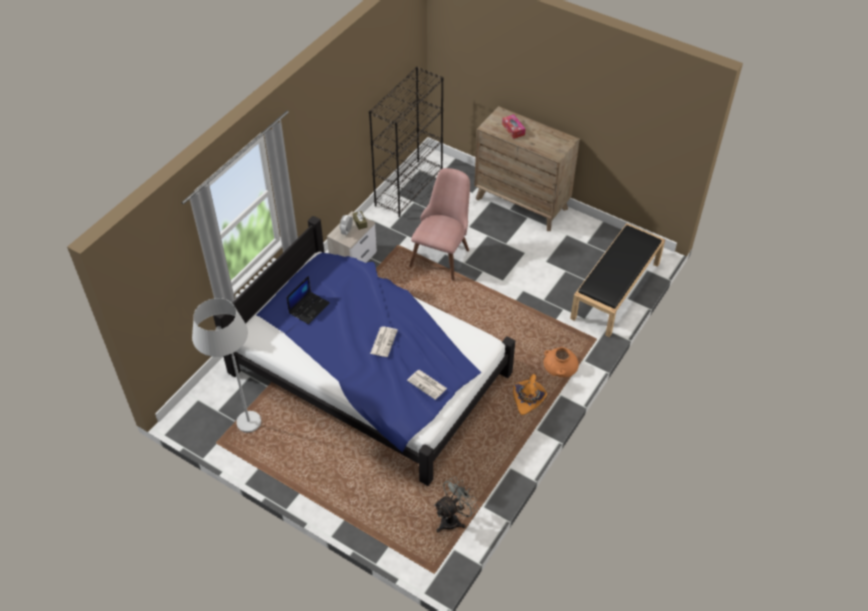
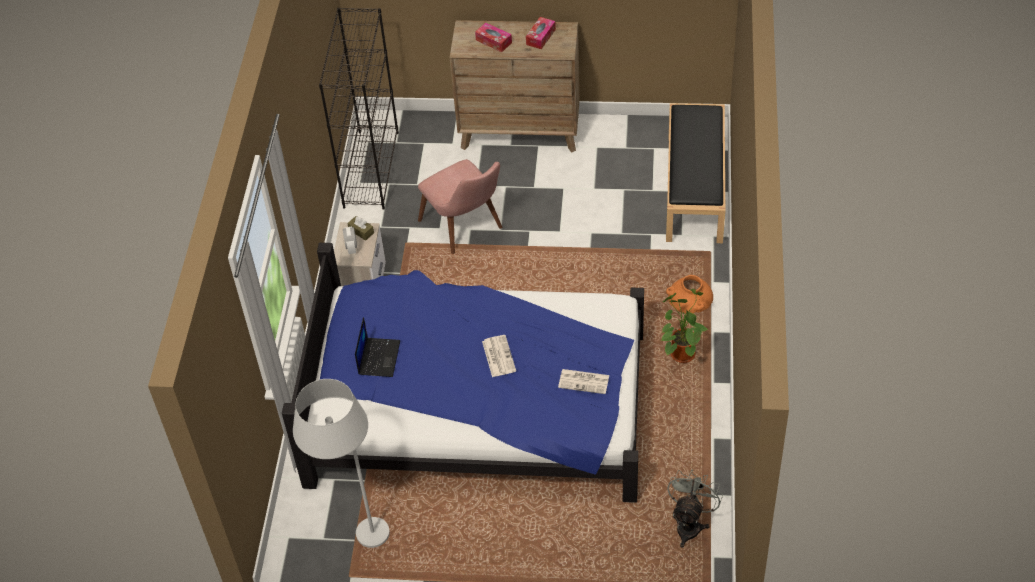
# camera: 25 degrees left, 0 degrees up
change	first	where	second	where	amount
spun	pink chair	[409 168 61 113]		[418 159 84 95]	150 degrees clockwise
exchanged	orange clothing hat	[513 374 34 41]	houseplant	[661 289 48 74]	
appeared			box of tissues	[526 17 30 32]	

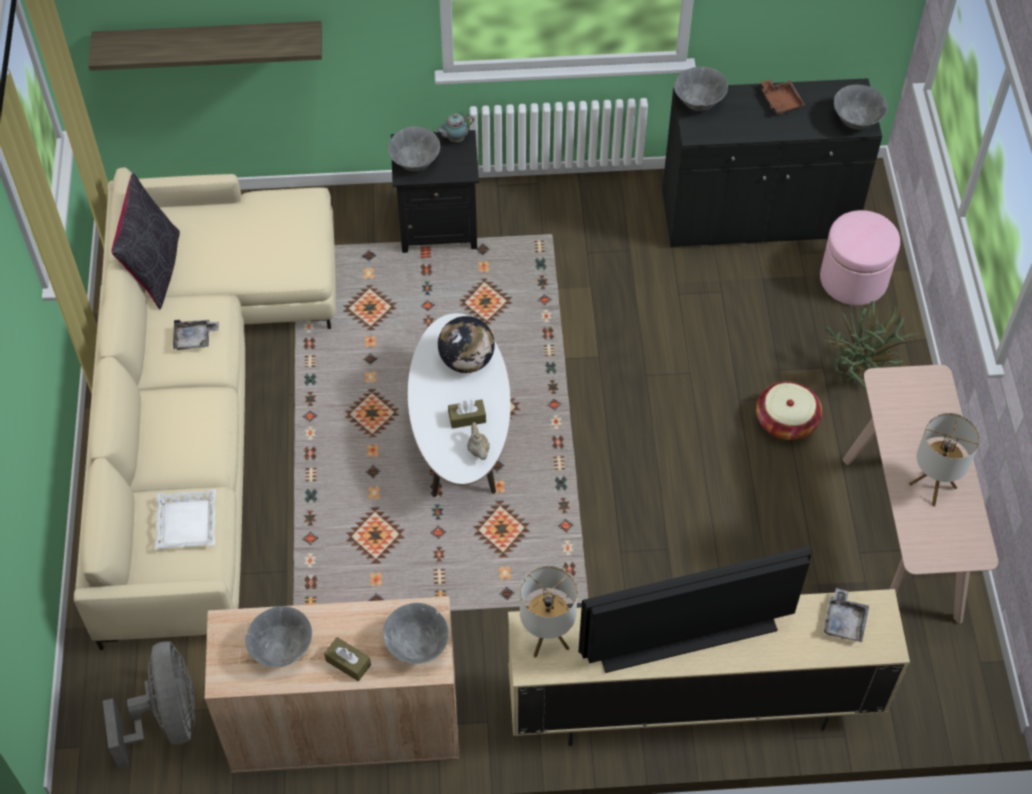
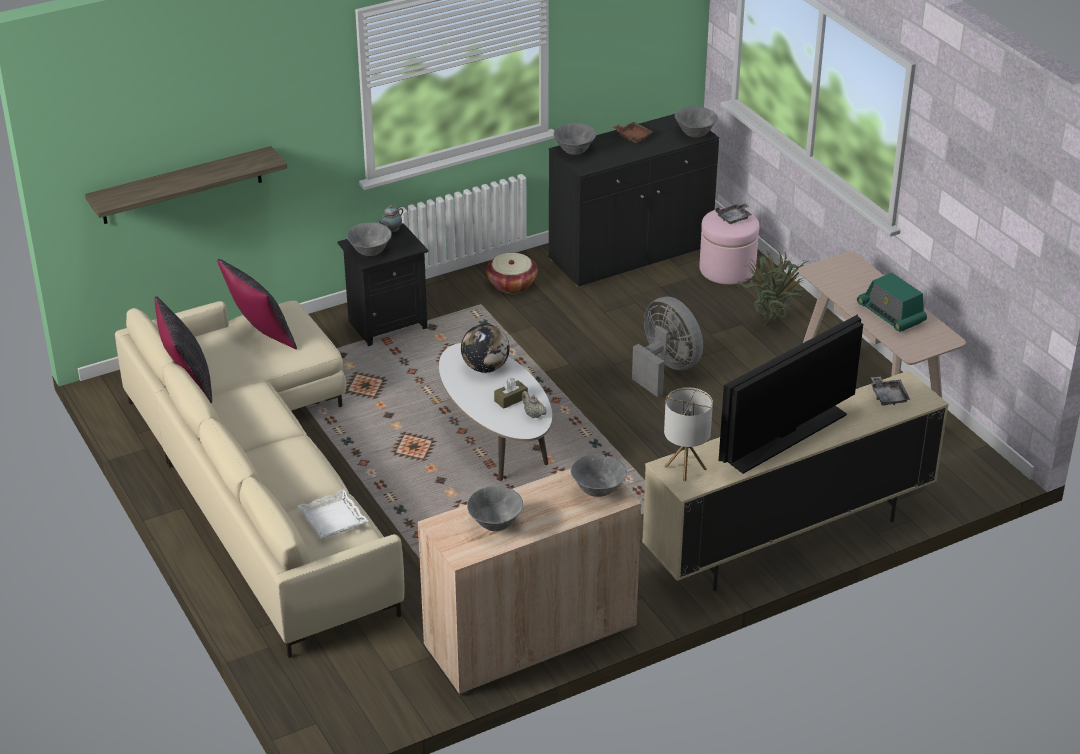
# camera: 25 degrees left, 20 degrees down
change	first	where	second	where	amount
relocated	greyish electric fan	[103 641 92 128]		[632 297 71 100]	
relocated	greyish tray	[173 320 46 30]		[716 203 36 21]	
missing	brown box of tissues	[324 637 47 44]			
relocated	basket	[756 381 66 59]		[486 253 52 40]	
exchanged	tabletop lamp	[909 413 71 94]	radio set	[857 273 70 59]	
appeared			black-coloured cushion	[217 259 80 90]	

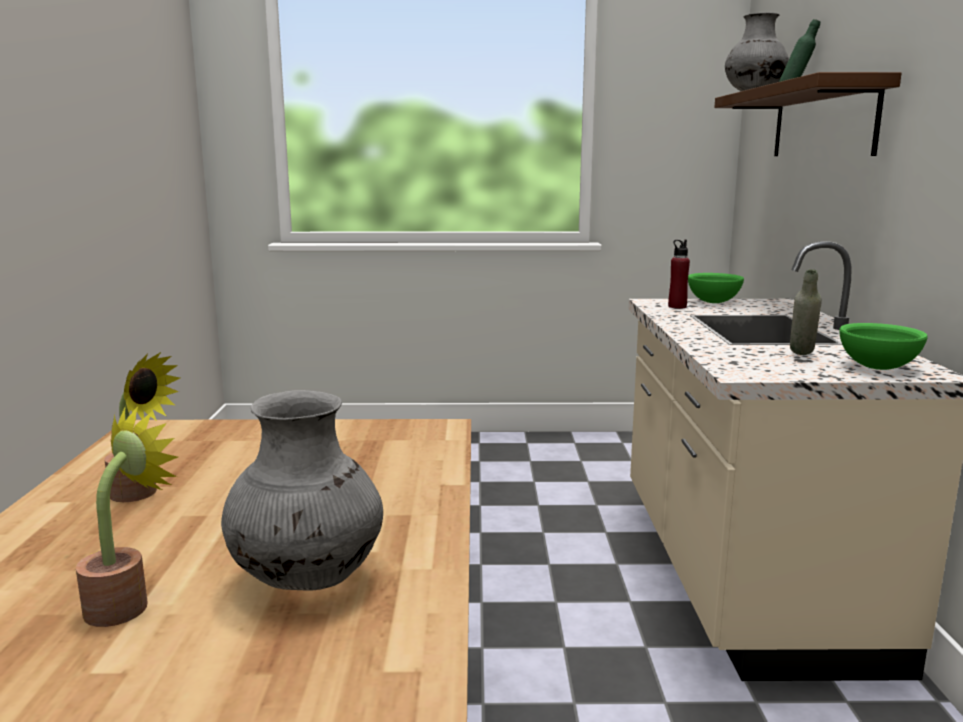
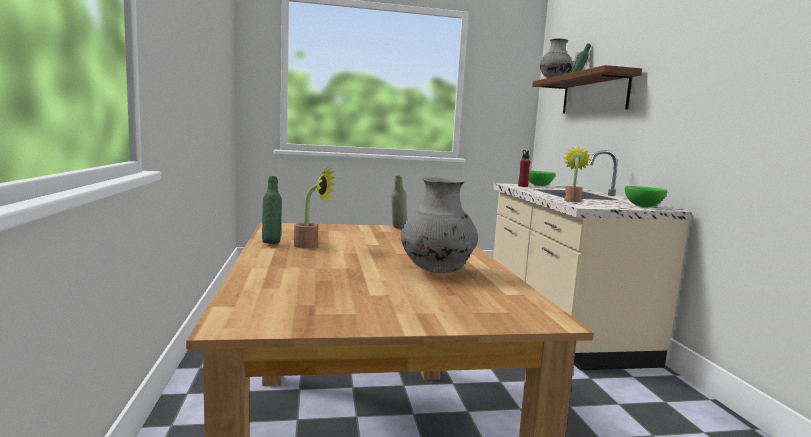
# camera: 10 degrees left, 5 degrees down
change	first	where	second	where	amount
relocated	houseplant	[76 405 102 222]		[564 147 27 55]	
relocated	greyish bottle	[790 269 32 86]		[391 176 16 53]	
appeared			green bottle	[262 176 20 68]	

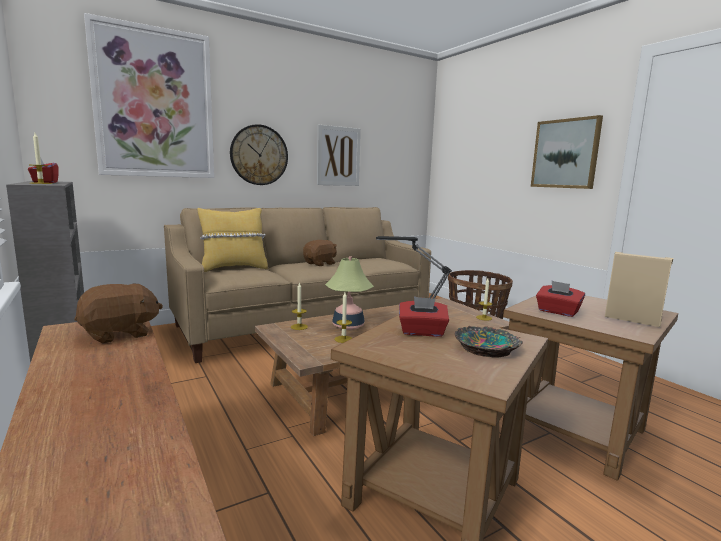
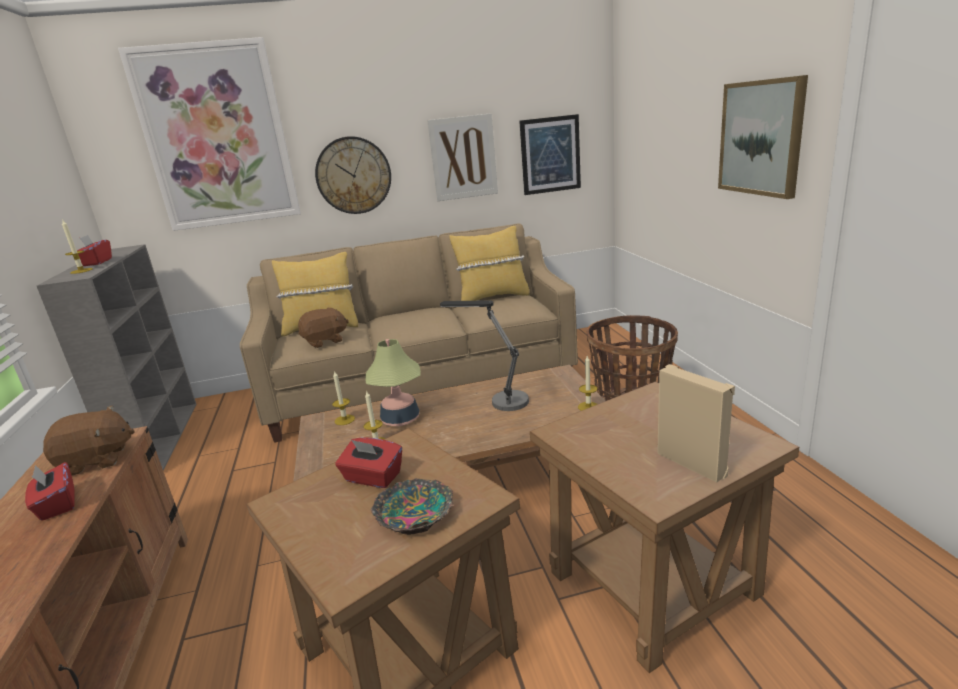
# camera: 20 degrees right, 10 degrees up
change	first	where	second	where	amount
relocated	brown cuddly toy	[303 240 34 26]		[298 307 51 41]	
relocated	reddish box of tissues	[536 281 49 36]		[25 462 50 58]	
appeared			yellow cushion	[449 226 81 75]	
appeared			picture	[519 114 62 81]	

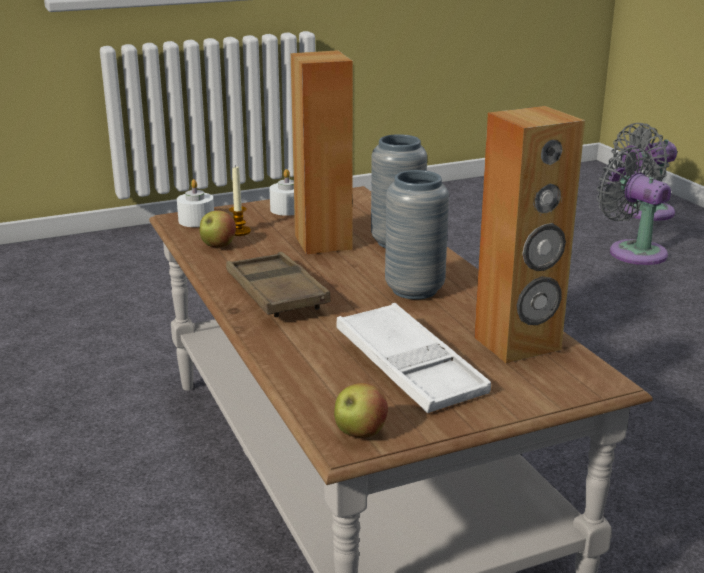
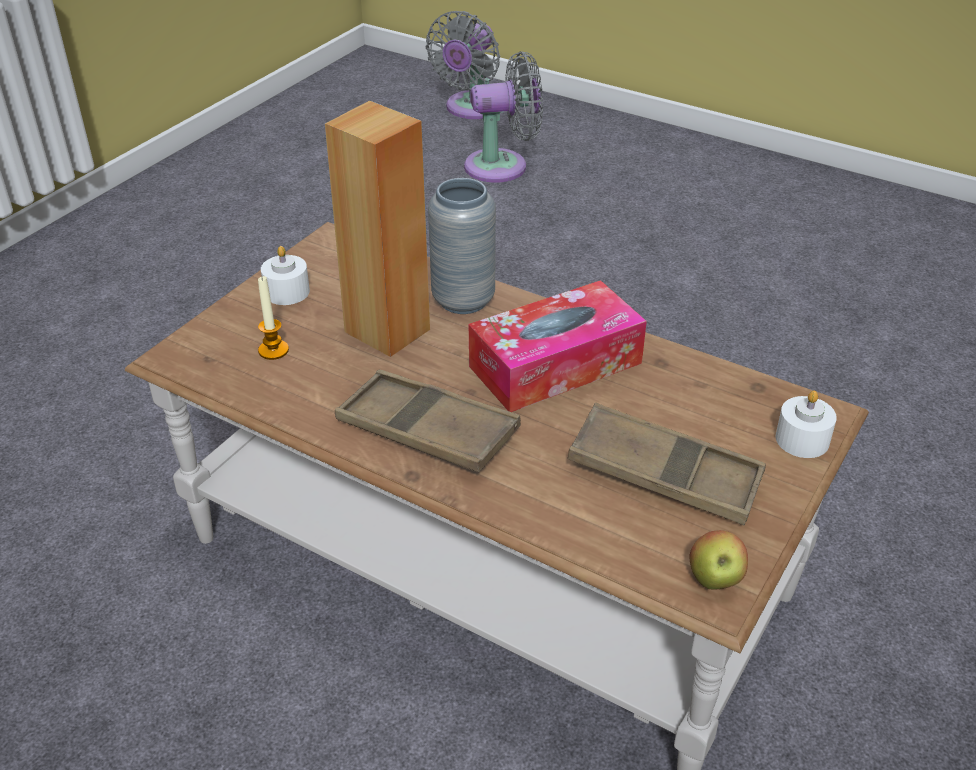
# camera: 35 degrees left, 15 degrees up
change	first	where	second	where	amount
relocated	white-coloured wax light	[177 179 37 48]		[776 391 61 67]	
missing	apple	[200 210 36 37]			
colour	white-coloured tray	[336 303 155 110]	brown tray	[567 403 199 122]	
exchanged	greyish flower vase	[385 170 64 130]	box of tissues	[469 280 178 132]	
missing	brown speaker	[474 106 111 257]			
spun	greyish electric fan	[597 147 74 118]		[464 51 79 132]	150 degrees clockwise

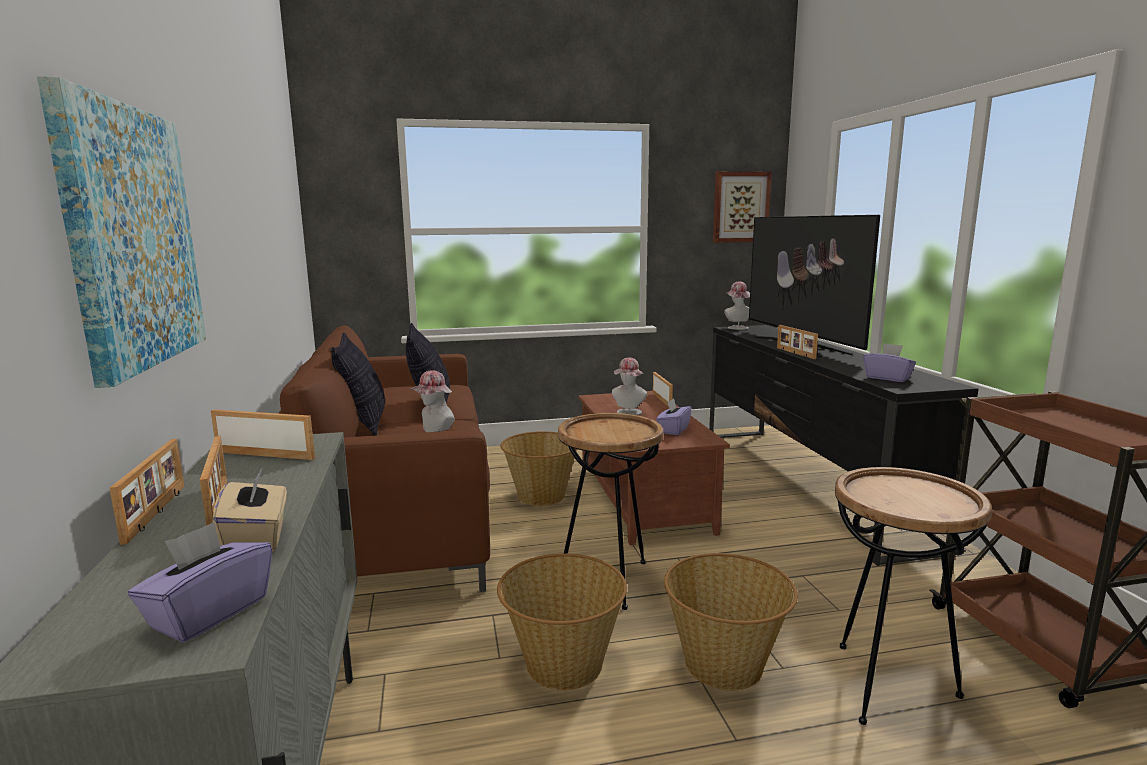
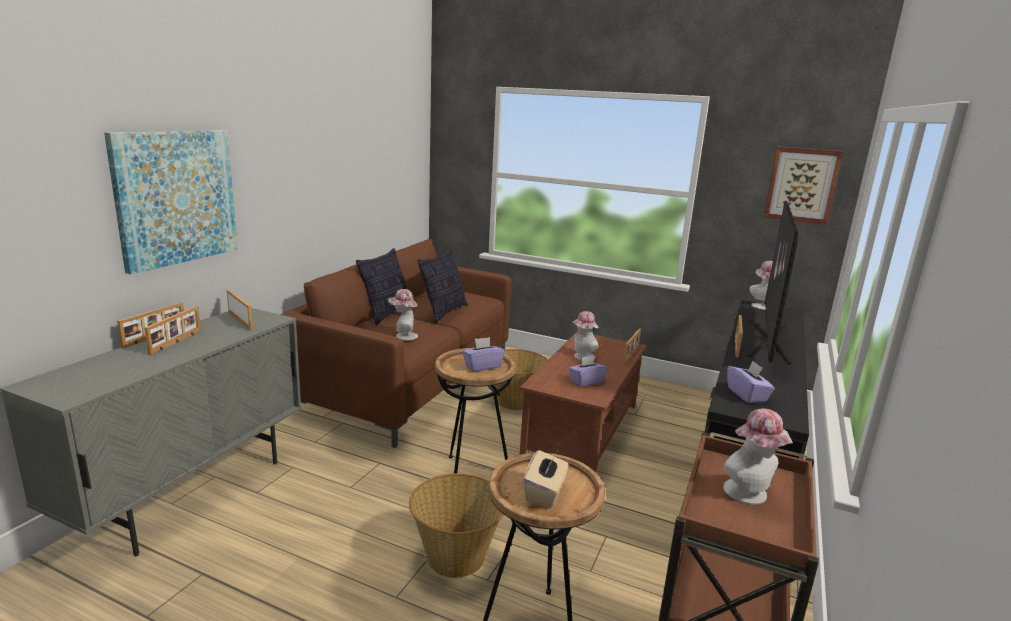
# camera: 35 degrees right, 5 degrees up
change	first	where	second	where	amount
relocated	purplish box of tissues	[128 522 144 121]		[462 337 43 34]	
relocated	beige-coloured box of tissues	[213 467 74 85]		[523 450 46 57]	
missing	basket	[497 553 130 137]			
appeared			clothing hat	[723 408 70 97]	

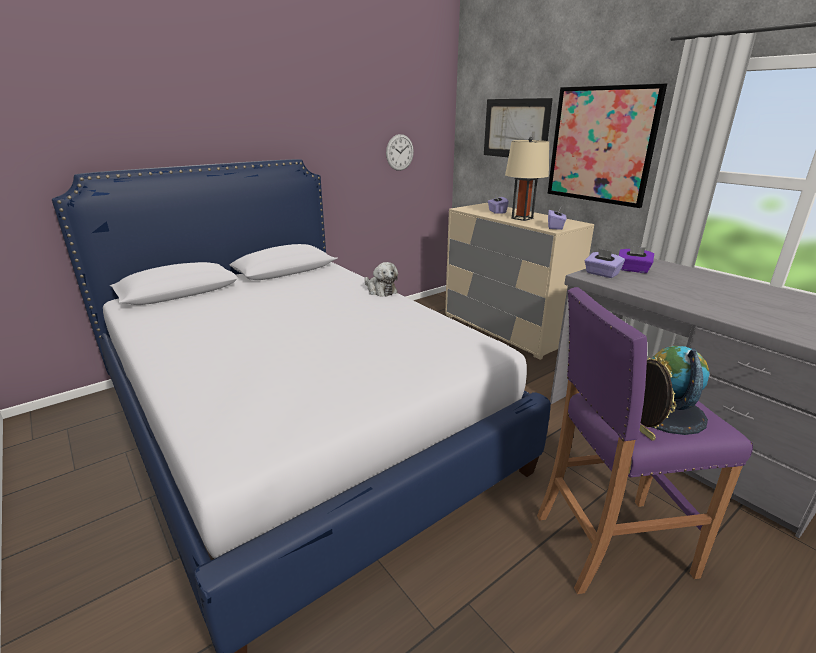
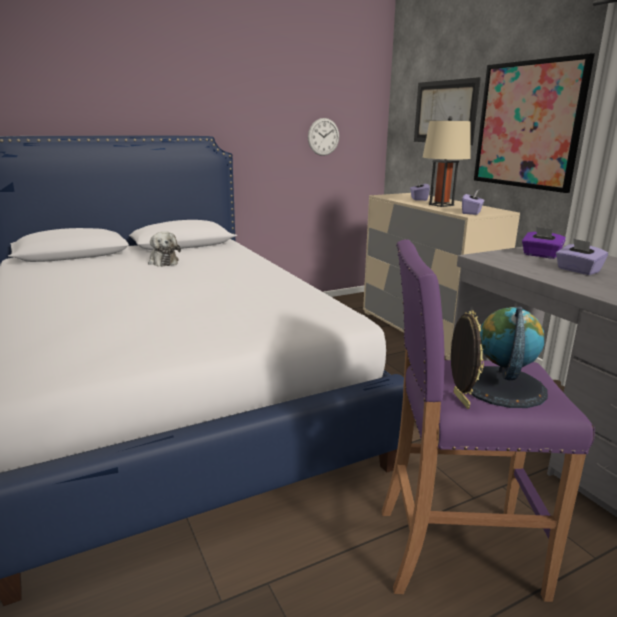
# camera: 10 degrees right, 5 degrees down
change	first	where	second	where	amount
relocated	cuddly toy	[364 262 34 35]		[148 231 33 36]	
relocated	purplish box of tissues	[585 249 40 29]		[556 238 52 37]	

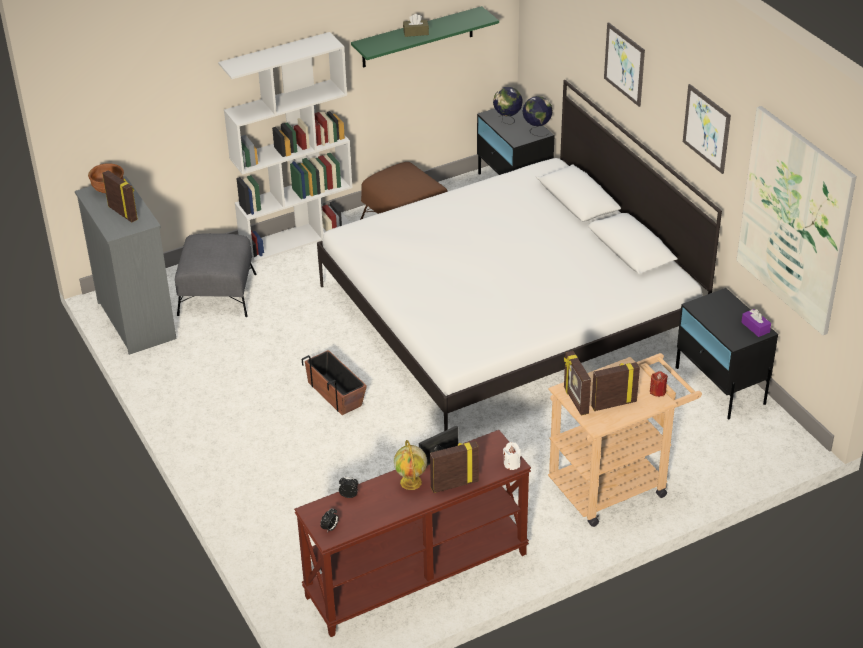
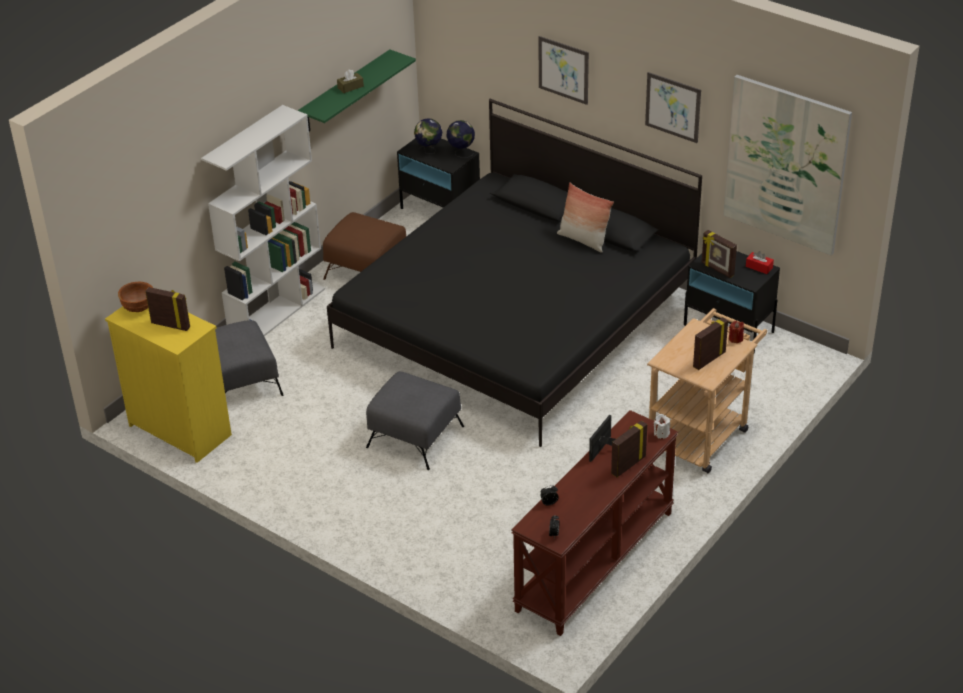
# camera: 25 degrees left, 0 degrees up
change	first	where	second	where	amount
colour	greyish drawer chest	[75 176 102 179]	yellow drawer chest	[105 306 127 157]	
exchanged	plant pot	[302 350 65 65]	greyish footrest	[366 371 98 99]	
colour	white-coloured bed	[317 80 405 351]	black-coloured bed	[327 99 375 348]	
missing	globe	[394 440 33 50]			
relocated	standing frame	[564 351 27 65]		[702 230 35 48]	
colour	purplish box of tissues	[741 309 30 28]	reddish box of tissues	[746 251 28 23]	
appeared			cushion	[557 182 57 71]	

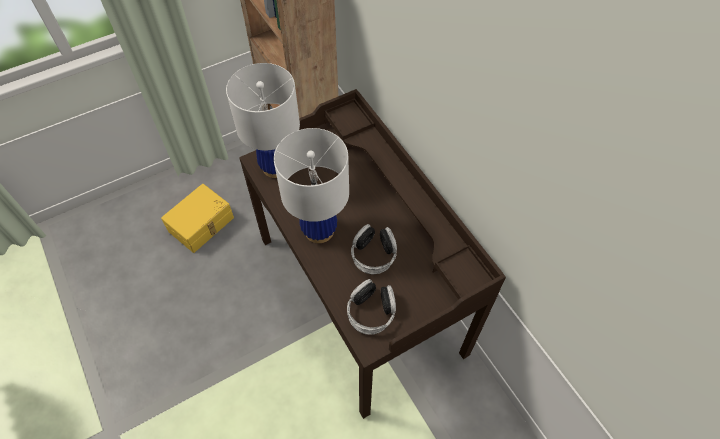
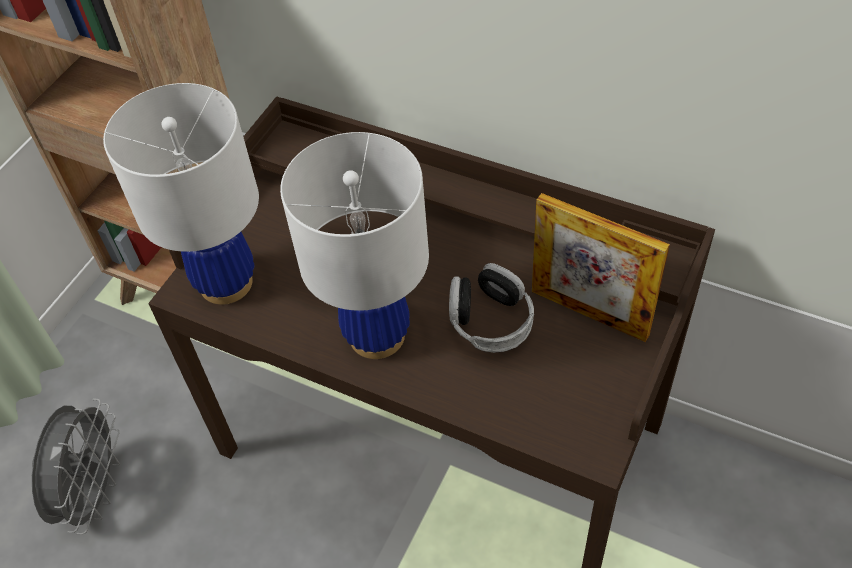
# camera: 30 degrees left, 5 degrees down
change	first	where	second	where	amount
exchanged	yellow storage box	[161 184 73 69]	greyish electric fan	[32 399 88 136]	
missing	pair of headphones	[347 279 49 55]			
appeared			standing frame	[532 193 138 149]	

